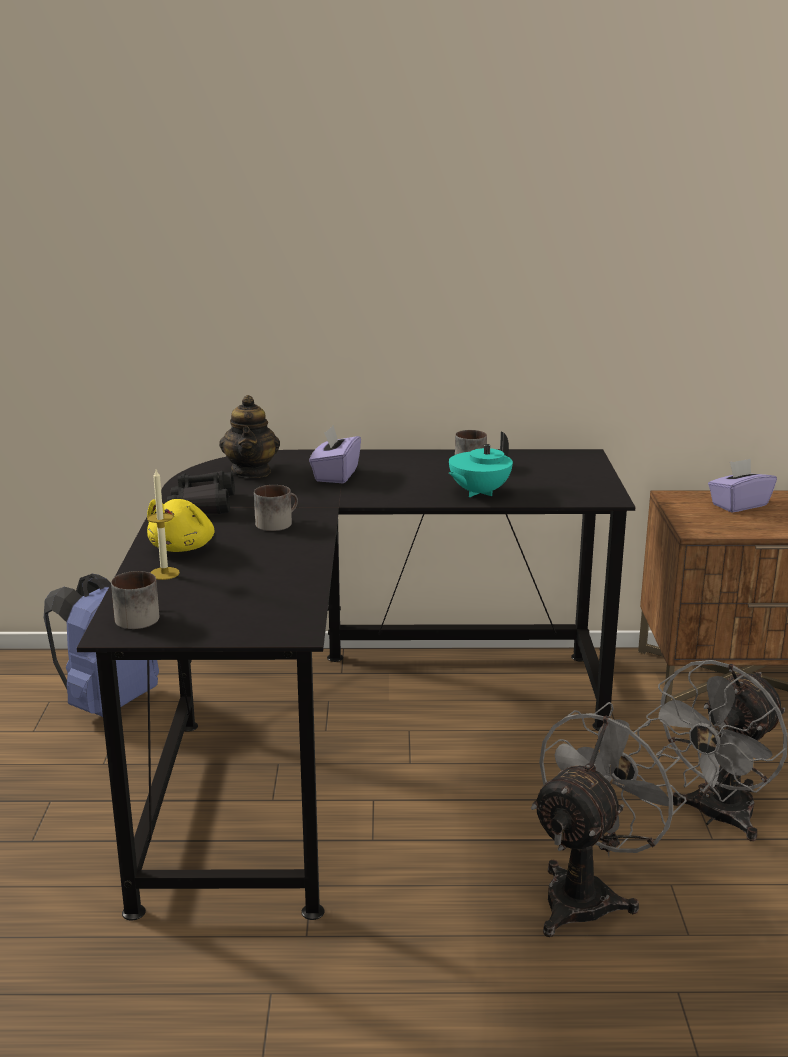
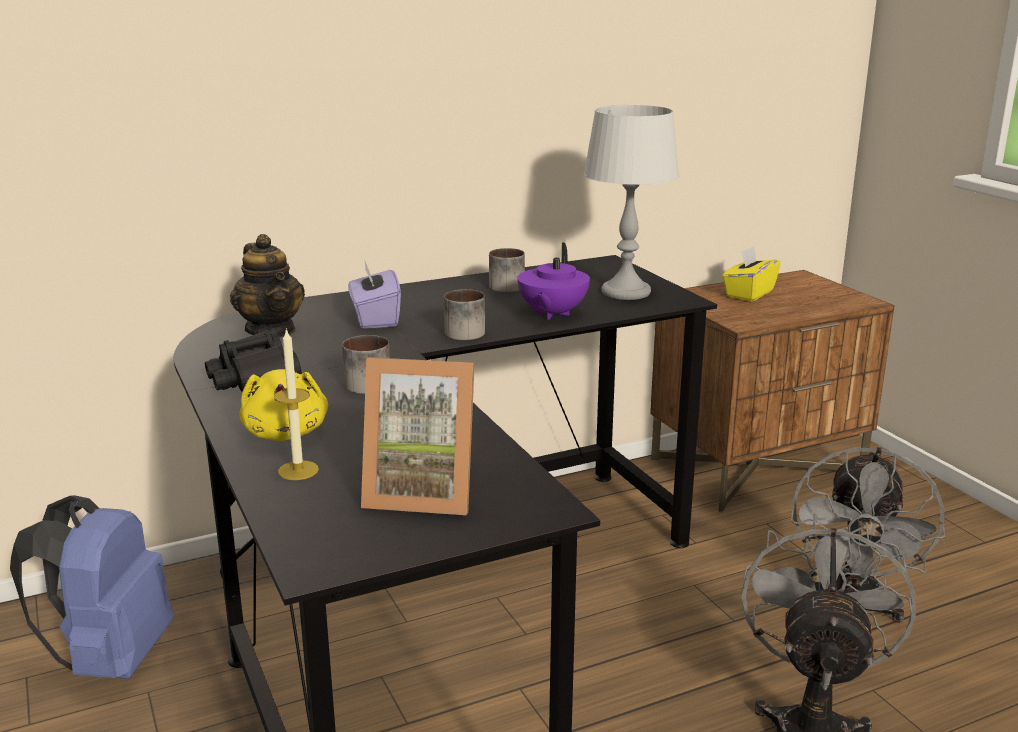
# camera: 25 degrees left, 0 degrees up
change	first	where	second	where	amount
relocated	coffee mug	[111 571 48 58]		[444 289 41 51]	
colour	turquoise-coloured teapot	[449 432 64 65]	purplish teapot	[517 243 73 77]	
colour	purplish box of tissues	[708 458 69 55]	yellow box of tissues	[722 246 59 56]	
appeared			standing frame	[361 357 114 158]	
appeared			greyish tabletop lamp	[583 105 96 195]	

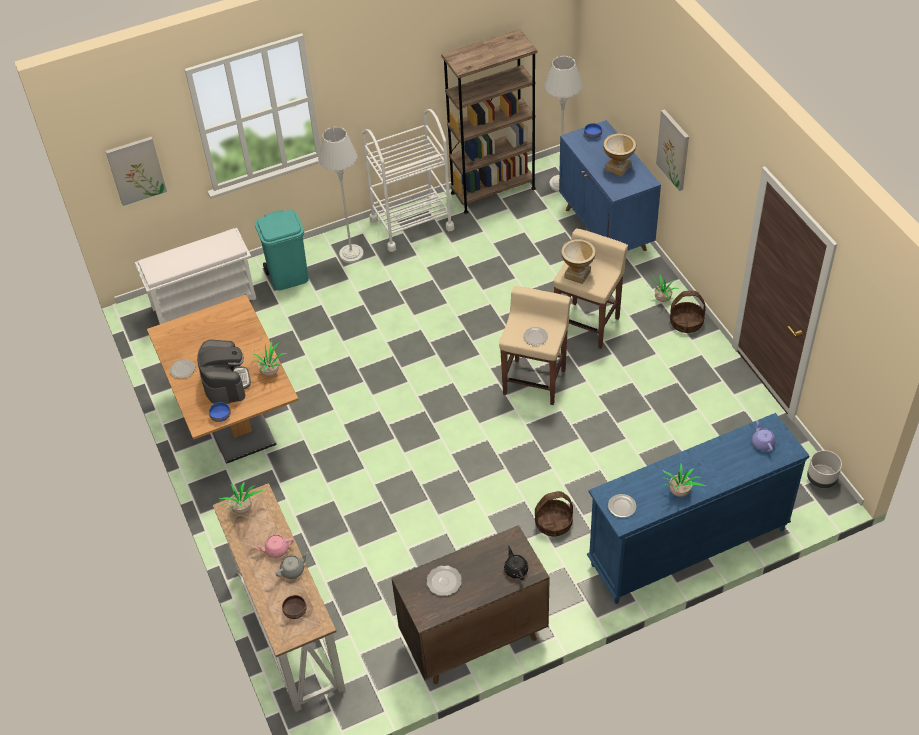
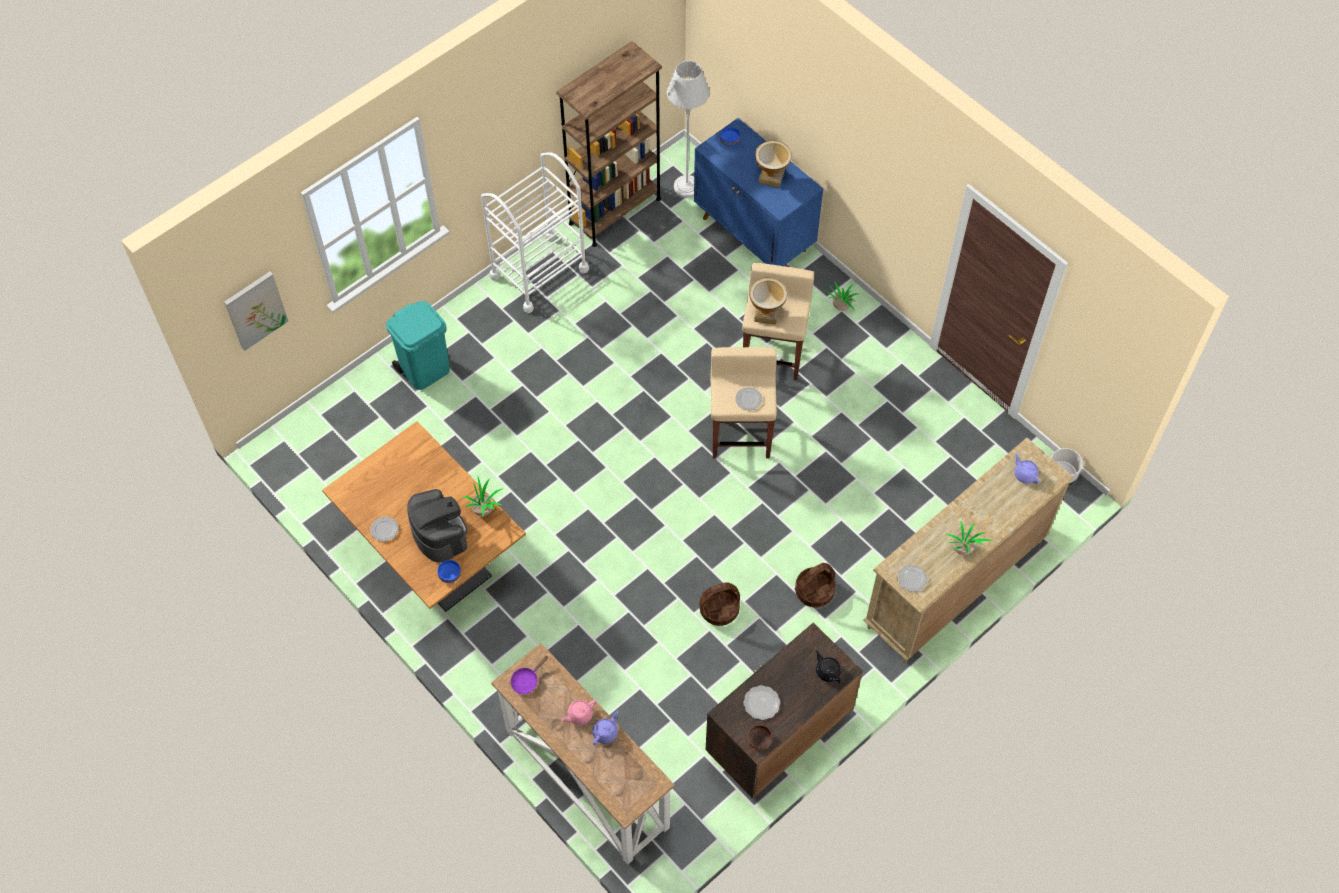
# camera: 20 degrees left, 10 degrees up
change	first	where	second	where	amount
missing	white-coloured indoor bench	[135 228 121 96]			
exchanged	houseplant	[218 482 46 32]	purplish frying pan	[511 656 37 38]	
colour	greyish teapot	[275 552 33 27]	purplish teapot	[592 711 26 34]	
relocated	brown serving bowl	[282 595 25 24]		[747 725 25 25]	
missing	greyish standing lamp	[318 127 46 136]			
colour	blue-coloured drawer chest	[587 413 223 191]	beige-coloured drawer chest	[863 438 210 225]	
missing	picture	[656 109 33 82]			
relocated	basket	[670 291 36 42]		[700 582 40 44]	

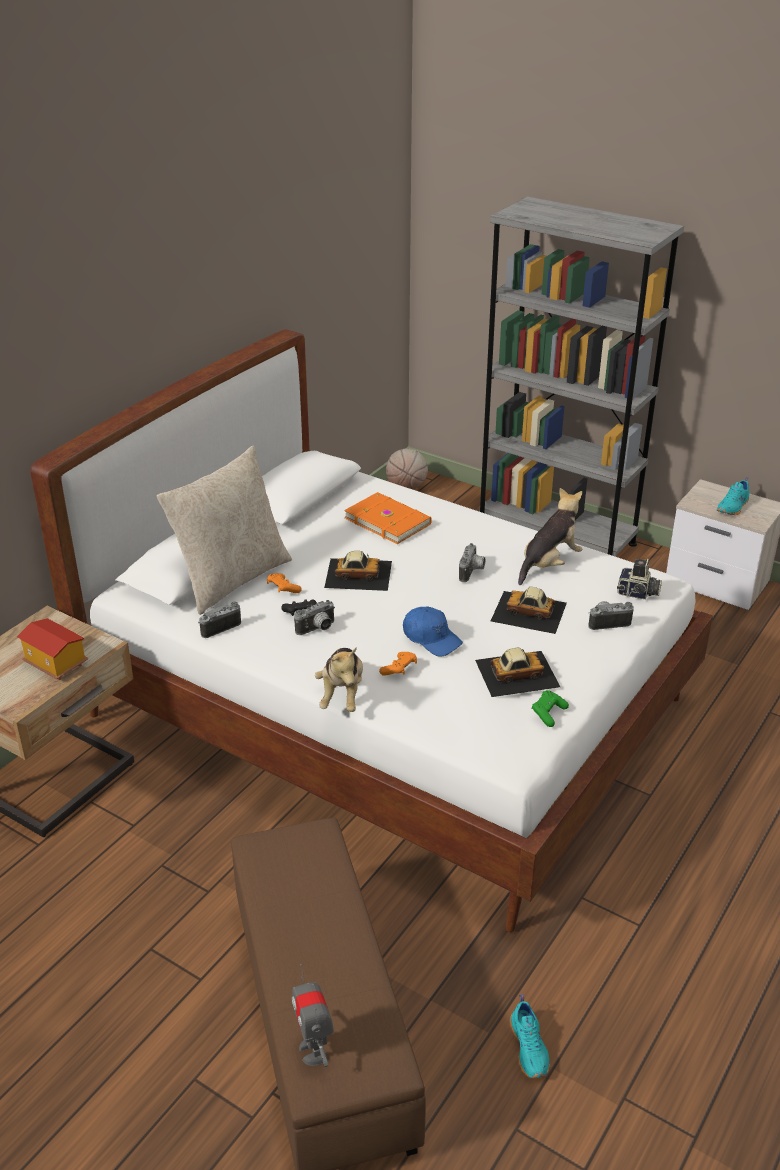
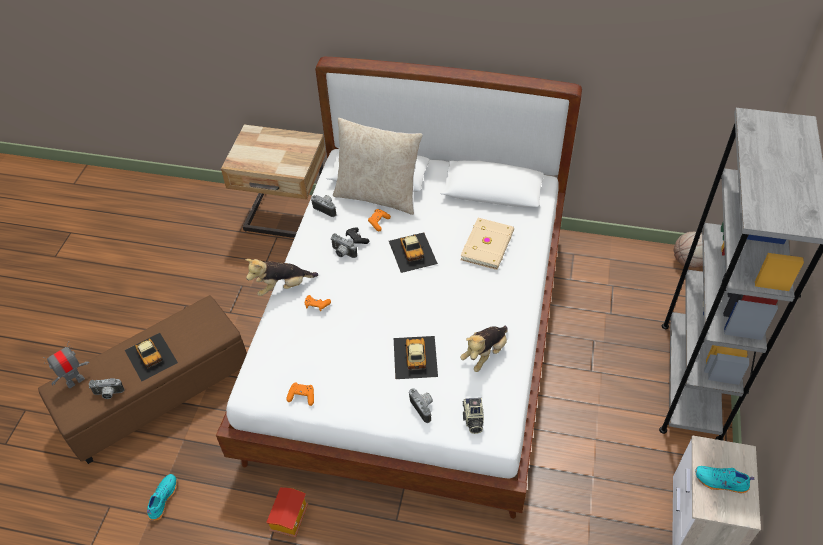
# camera: 70 degrees right, 15 degrees up
change	first	where	second	where	amount
relocated	model house	[17 618 71 62]		[266 487 42 50]	
colour	orange book	[344 492 88 52]	beige-coloured book	[460 218 54 52]	
missing	blue-coloured peaked cap	[403 606 60 51]			
relocated	photo camera	[459 543 26 39]		[89 378 35 21]	
relocated	miniature car	[475 648 85 49]		[125 333 53 48]	
spun	turquoise-coloured item of footwear	[510 994 39 84]		[147 474 30 47]	135 degrees clockwise
spun	cuddly toy	[518 488 64 97]		[460 326 48 46]	105 degrees clockwise
colour	green game controller	[532 690 37 37]	orange game controller	[286 383 28 23]	

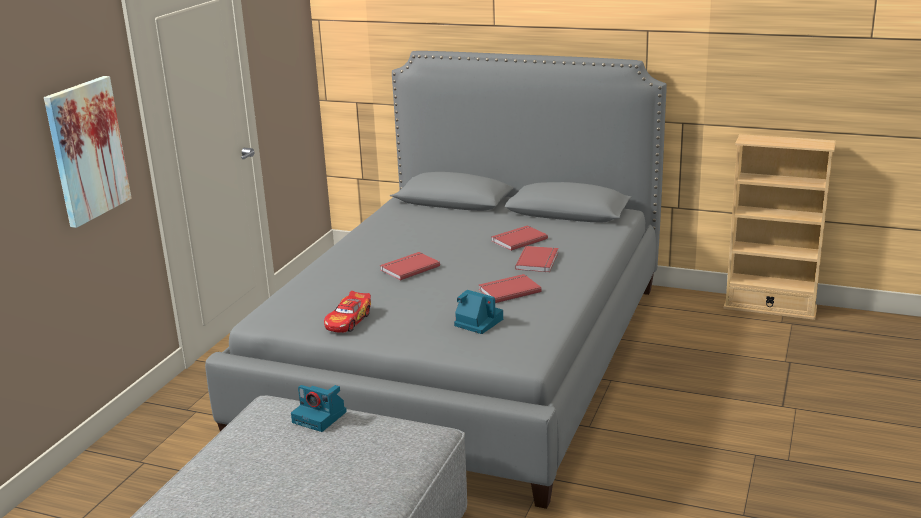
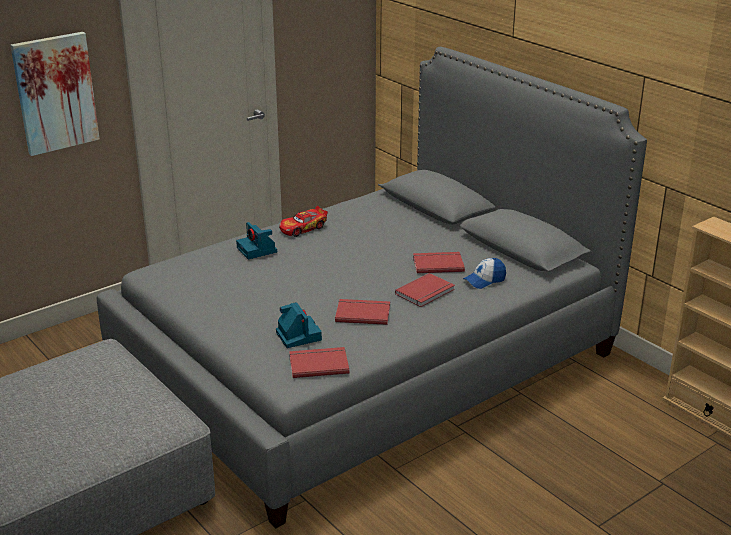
# camera: 30 degrees right, 5 degrees up
change	first	where	second	where	amount
relocated	photo camera	[291 385 56 47]		[236 222 41 37]	
relocated	miniature car	[324 291 47 42]		[279 206 49 31]	
relocated	reddish book	[380 252 60 29]		[289 347 60 31]	
appeared			peaked cap	[463 258 43 31]	

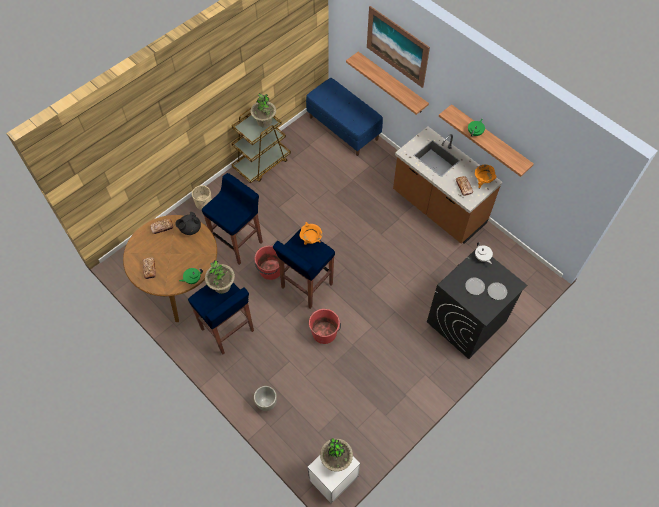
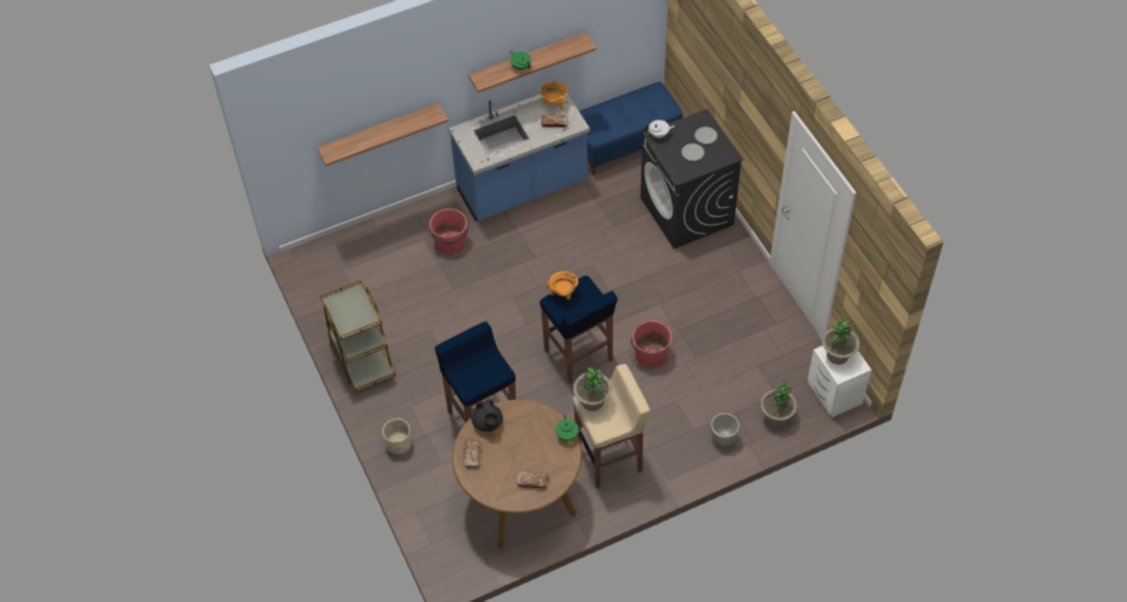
# camera: 70 degrees left, 5 degrees down
change	first	where	second	where	amount
colour	blue-coloured stool	[188 283 66 71]	beige-coloured stool	[573 364 77 124]	
relocated	houseplant	[250 93 26 35]		[760 380 37 46]	
relocated	reddish pail	[255 245 25 35]		[429 209 40 45]	
relocated	blue-coloured indoor bench	[306 78 77 78]		[579 82 104 93]	
missing	picture	[367 6 63 82]			
colour	brown kitchen base unit	[393 126 110 118]	blue-coloured kitchen base unit	[449 94 141 127]	

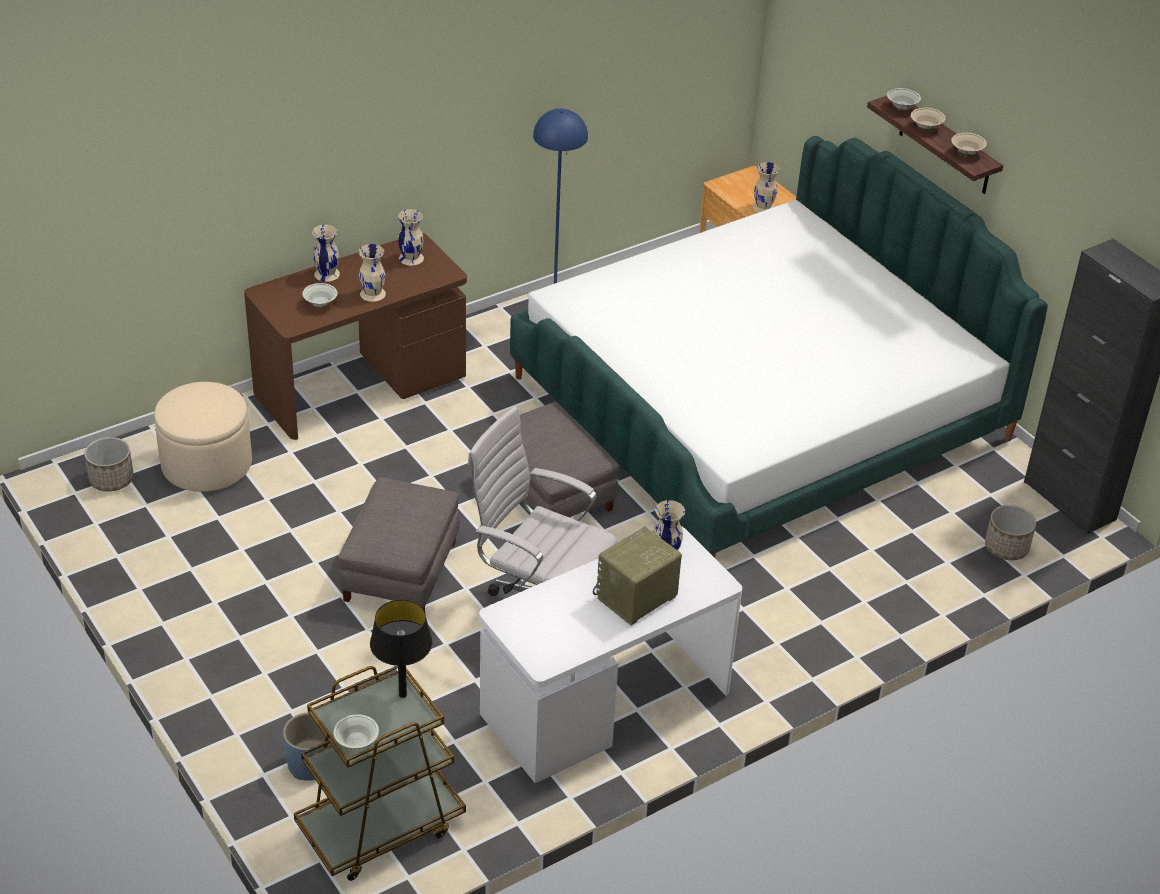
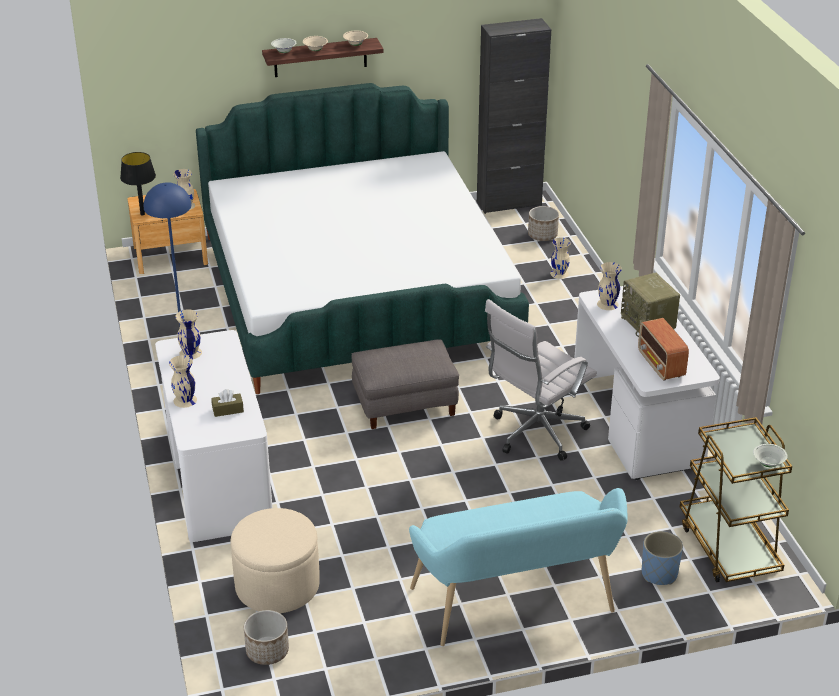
# camera: 70 degrees left, 5 degrees down
change	first	where	second	where	amount
colour	brown desk	[244 233 223 207]	white-coloured desk	[155 330 118 212]	
exchanged	white-coloured serving bowl	[302 283 36 24]	brown box of tissues	[211 389 33 28]	
missing	greyish footrest	[338 477 122 135]			
relocated	beige-coloured flower vase	[358 244 28 58]		[550 238 21 41]	
relocated	black-coloured tabletop lamp	[370 600 62 98]		[120 152 36 64]	
appeared			turquoise-coloured indoor bench	[409 488 219 158]	
appeared			radio set	[638 318 51 63]	

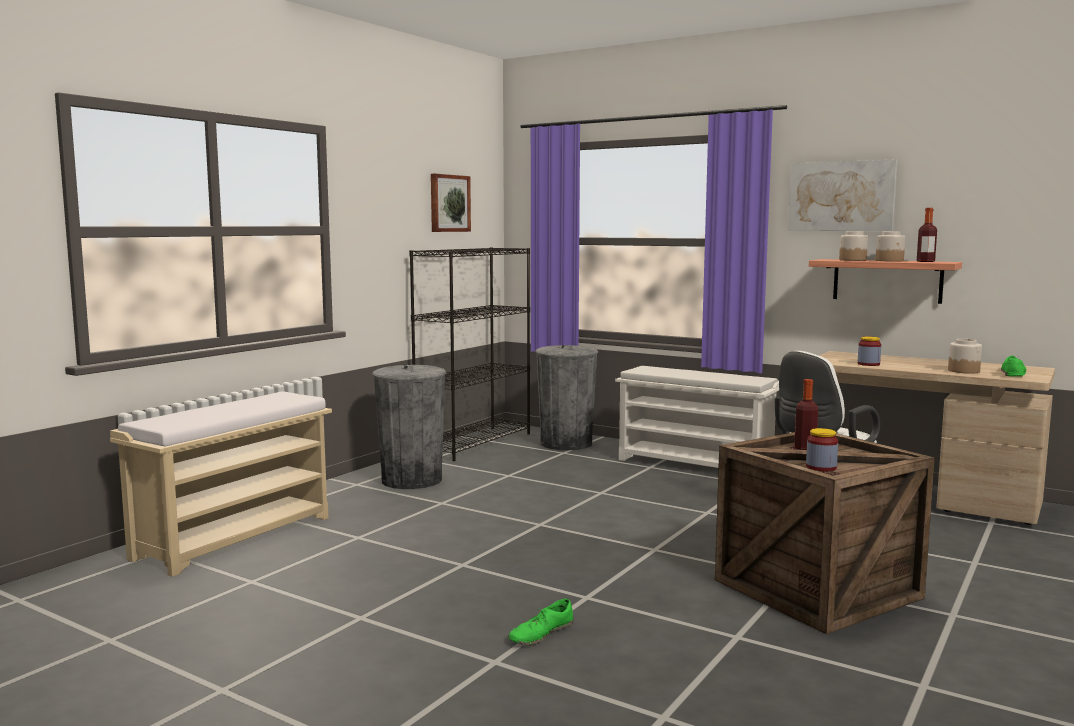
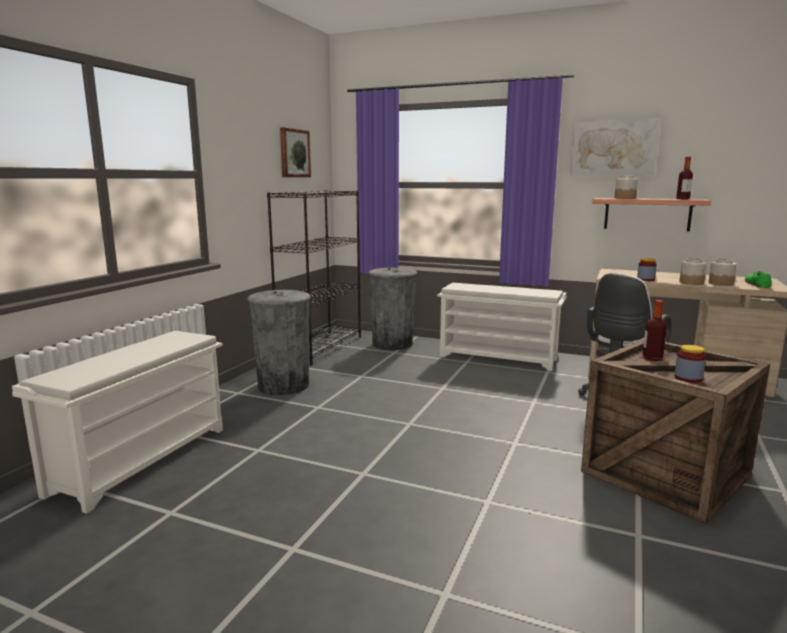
# camera: 10 degrees left, 5 degrees up
change	first	where	second	where	amount
exchanged	beige-coloured indoor bench	[110 392 222 185]	white-coloured shoe stand	[12 331 211 183]	
missing	green item of footwear	[508 598 65 47]			
relocated	preserve jar	[875 232 30 29]		[679 258 28 27]	

